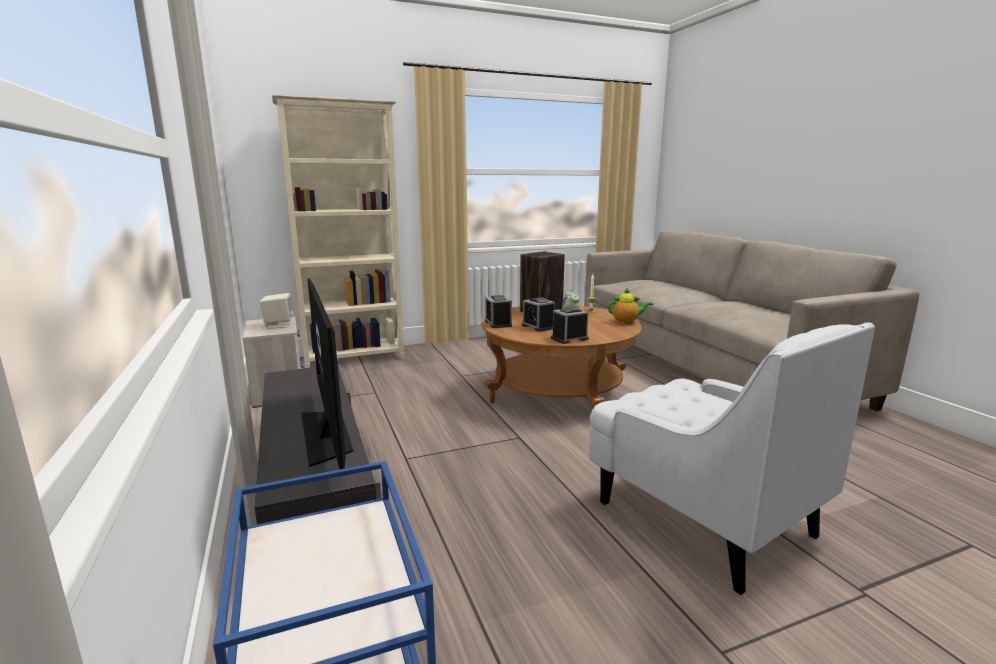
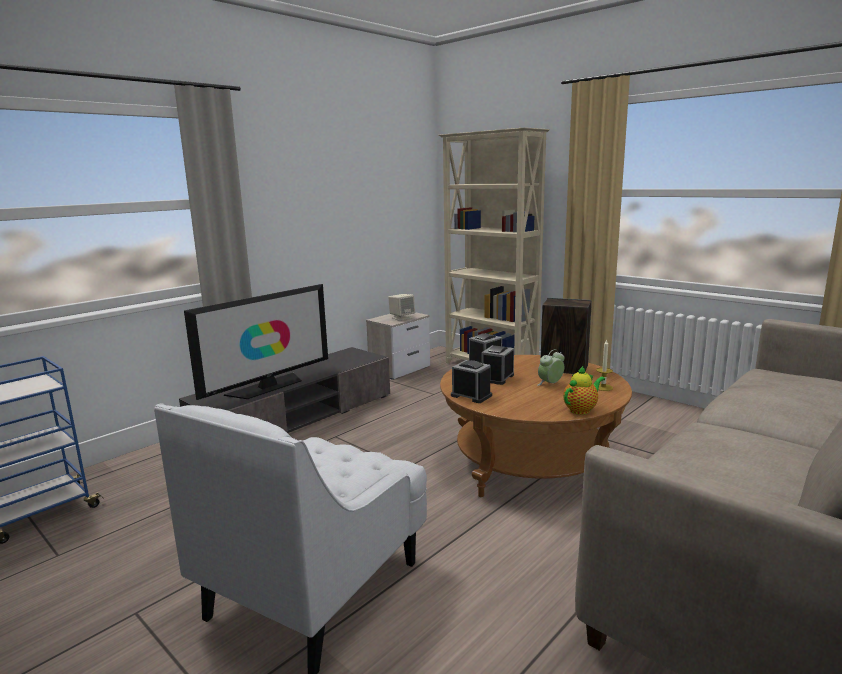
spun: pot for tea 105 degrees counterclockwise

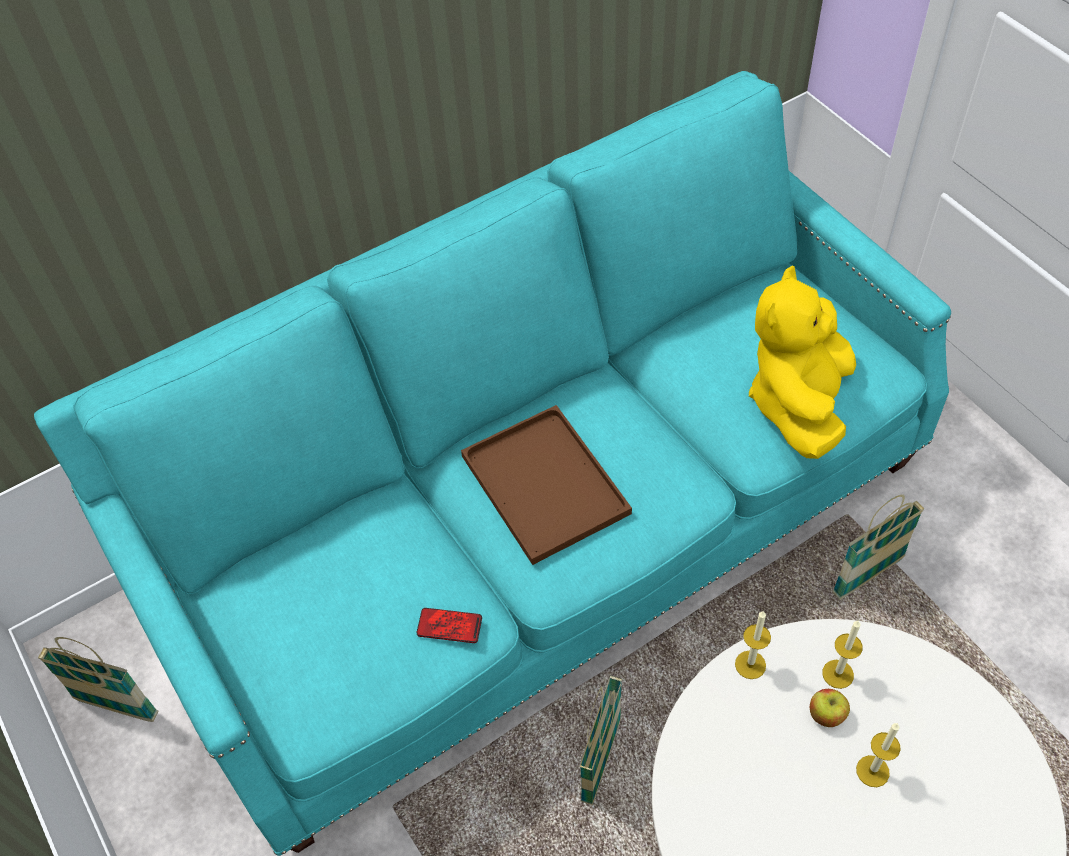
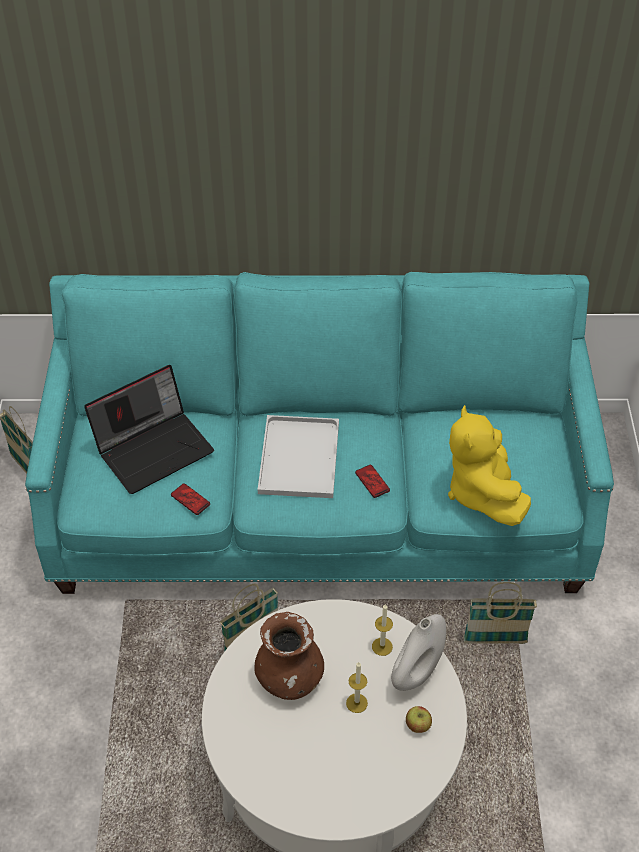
missing: candle (no. 1 from left)
appeared: notebook computer; brown vase; phone (no. 2 from left); whitish vase
relocated: apple fruit
colour: brown tray to whitish tray
spun: yellowish plush toy 60 degrees counterclockwise

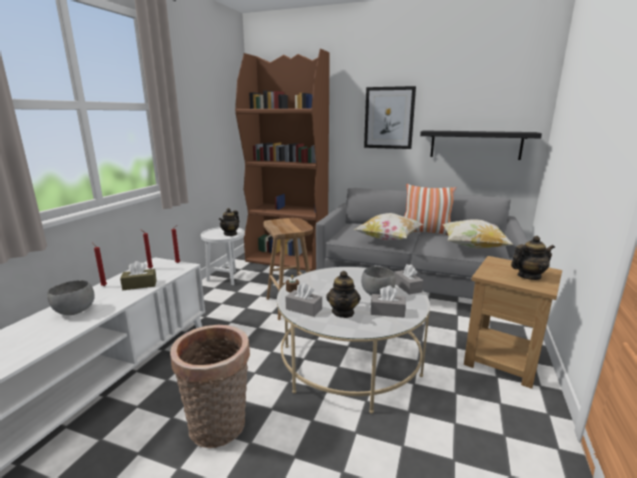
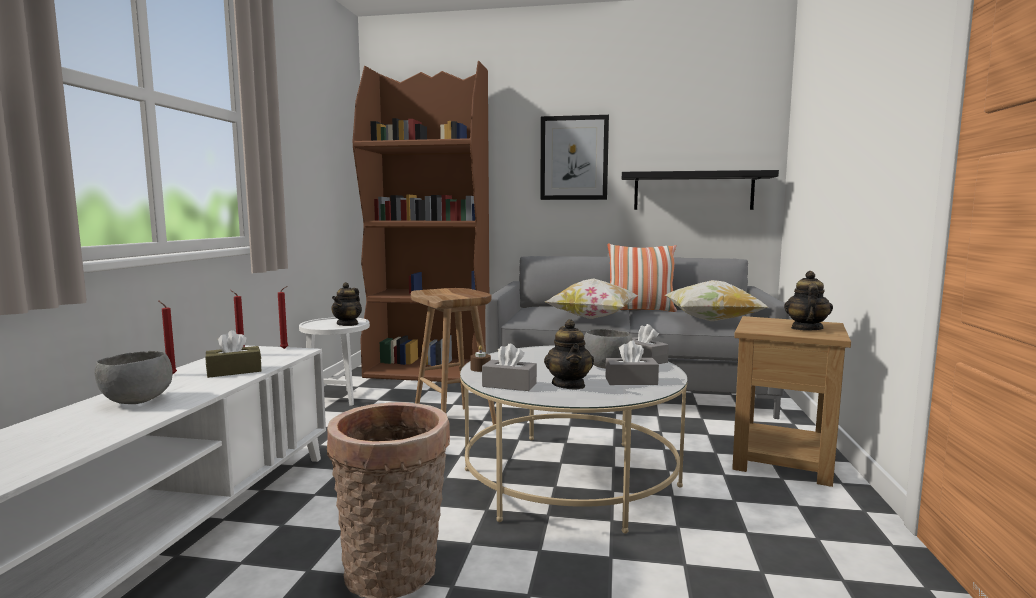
spun: pot for tea (no. 3 from left) 45 degrees counterclockwise

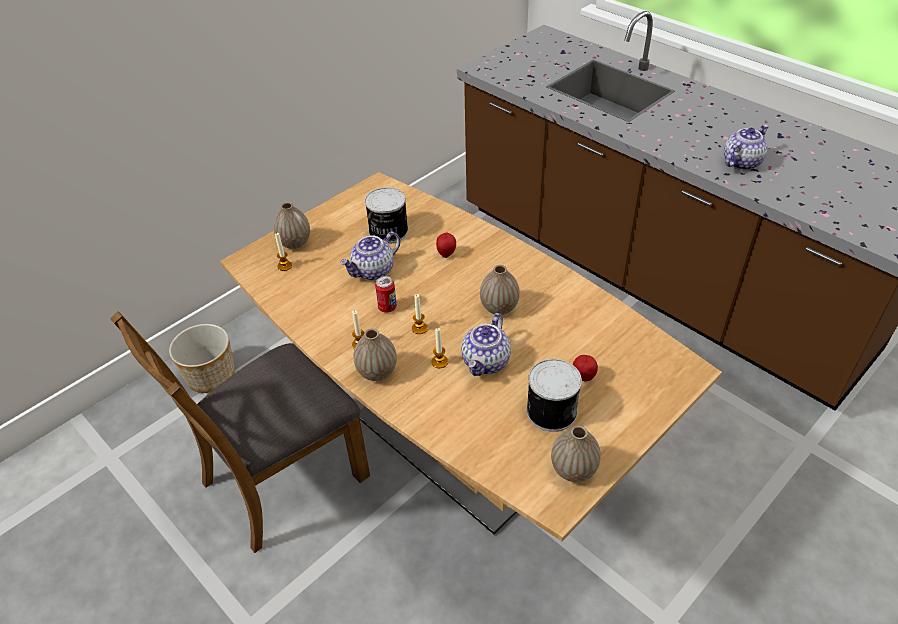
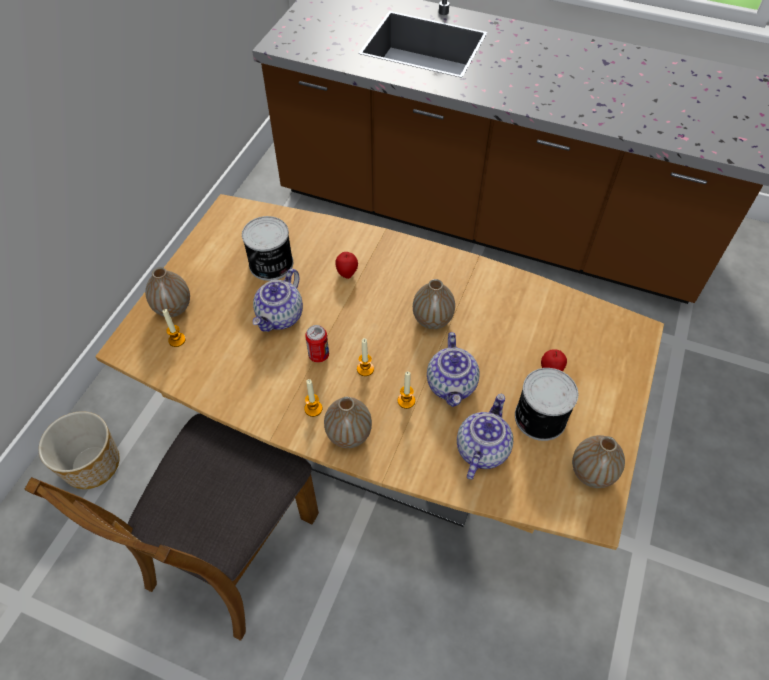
relocated: pot for tea (no. 3 from left)

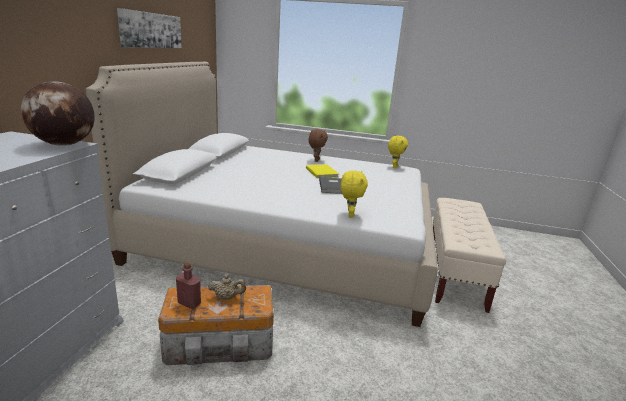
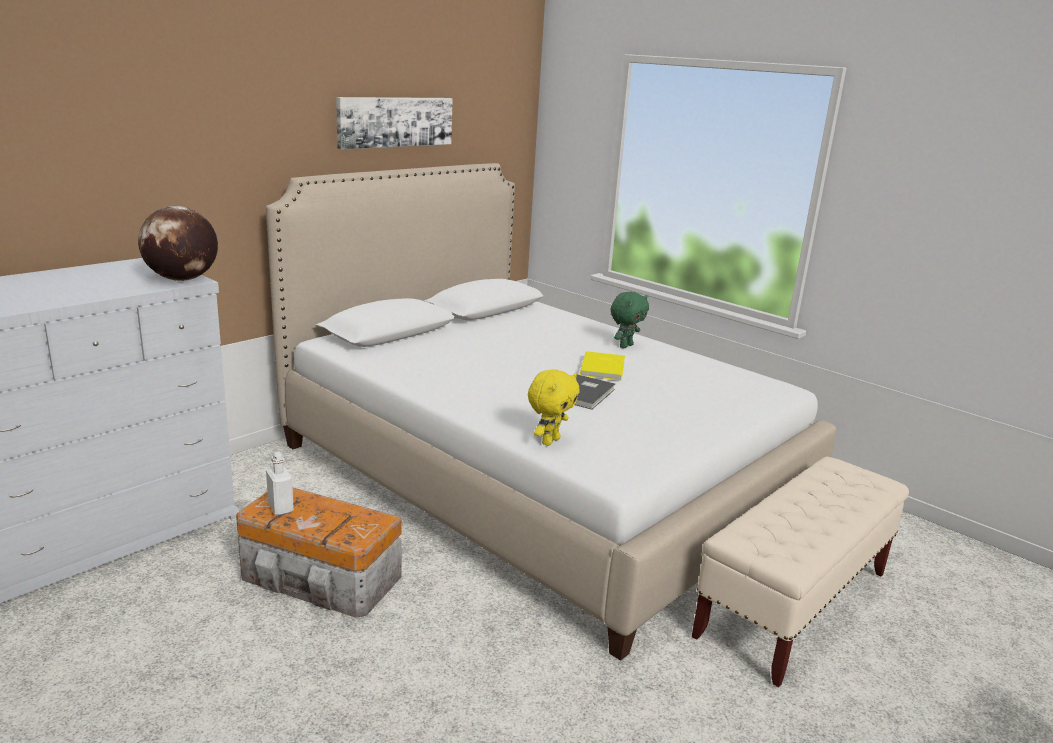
missing: beige-coloured pot for tea; yellowish plush toy (no. 2 from left)
colour: red-coloured drink bottle to whitish drink bottle; brown plush toy to green plush toy

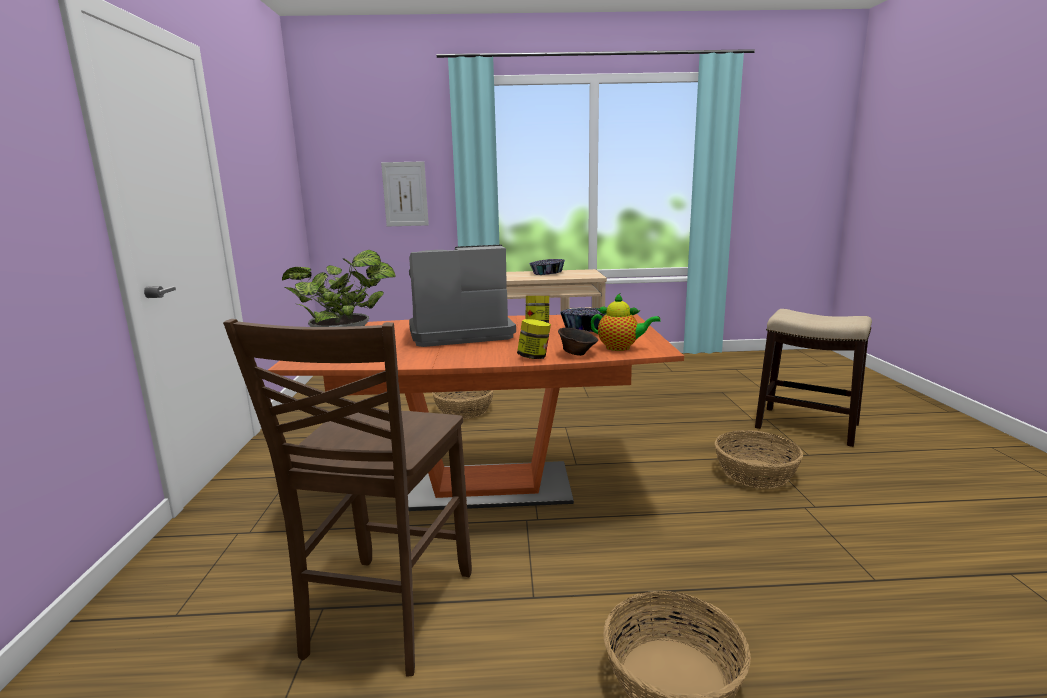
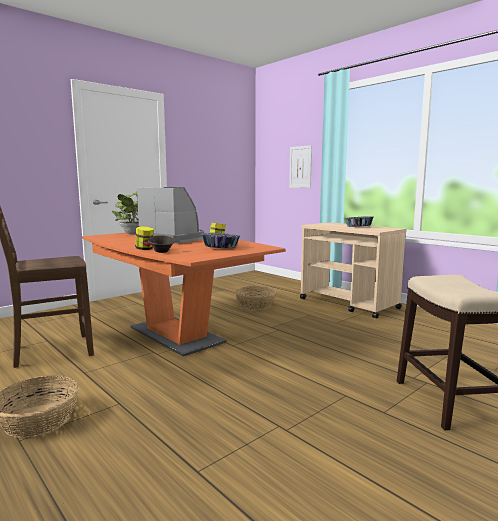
missing: pot for tea; household basket (no. 3 from left)

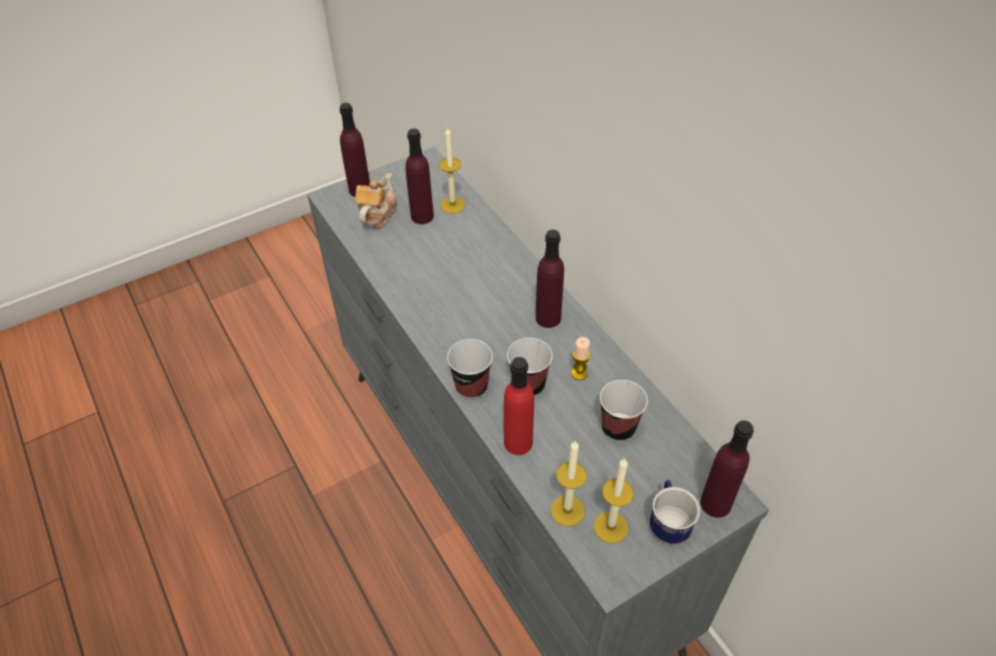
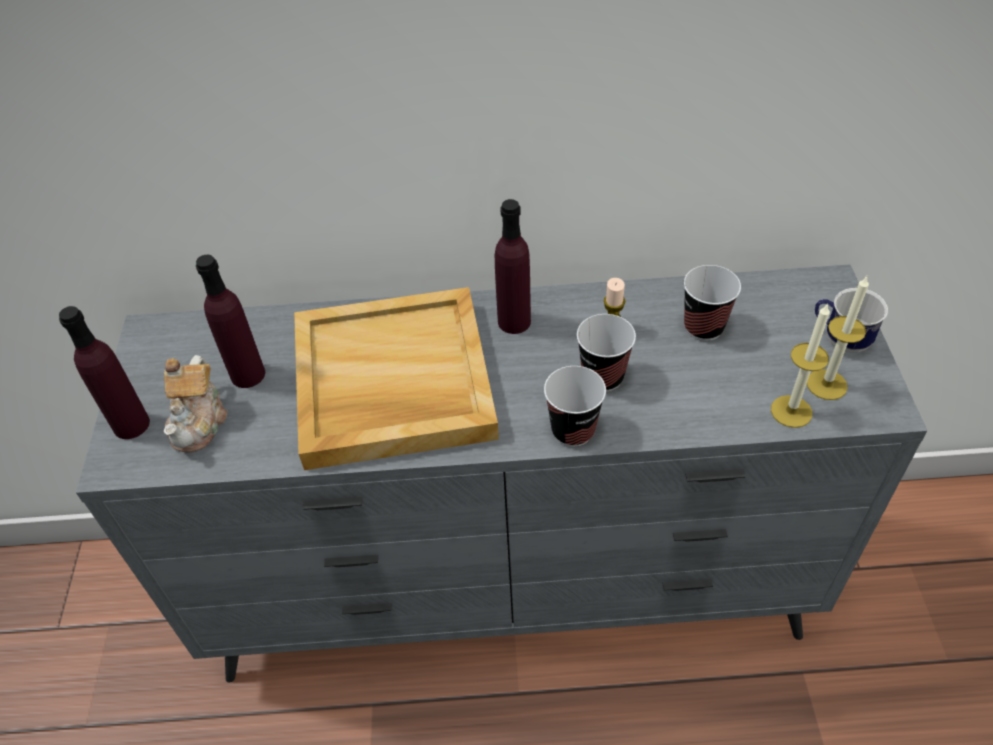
missing: candle (no. 1 from left); red-coloured drink bottle; purple drink bottle (no. 4 from left)
appeared: beige-coloured tray
spun: pot for tea 135 degrees counterclockwise

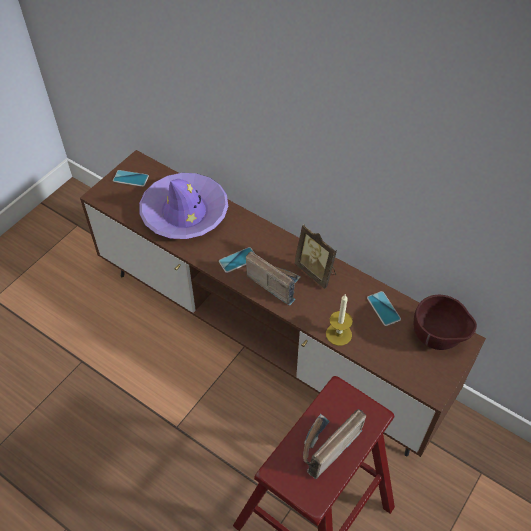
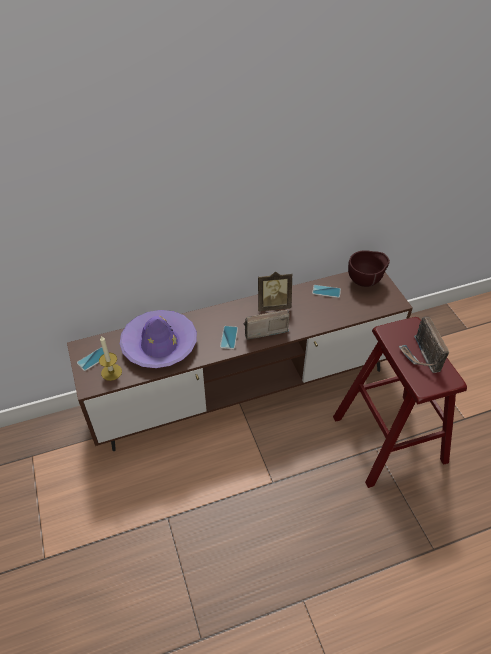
relocated: candle

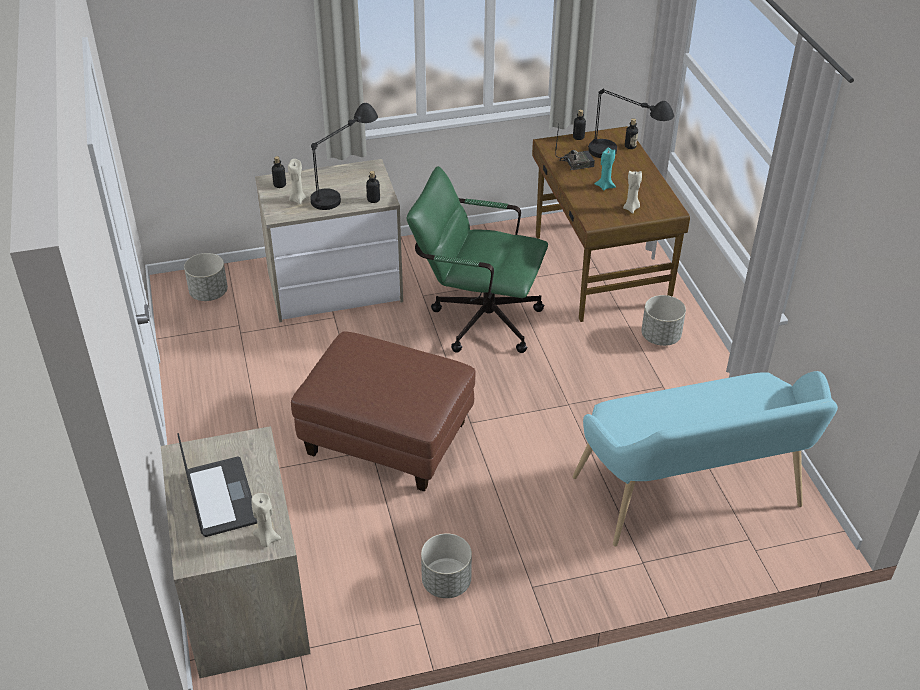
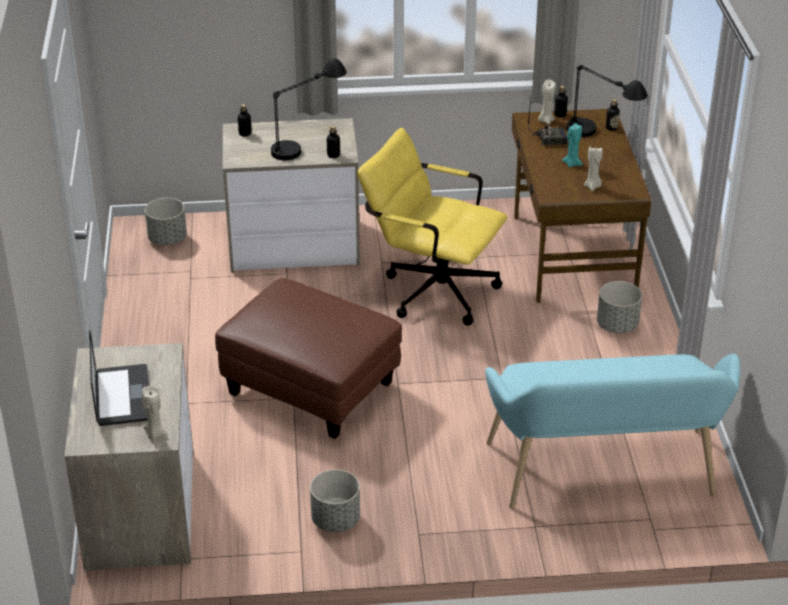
relocated: beige-coloured candle (no. 2 from left)
colour: green desk chair to yellowish desk chair

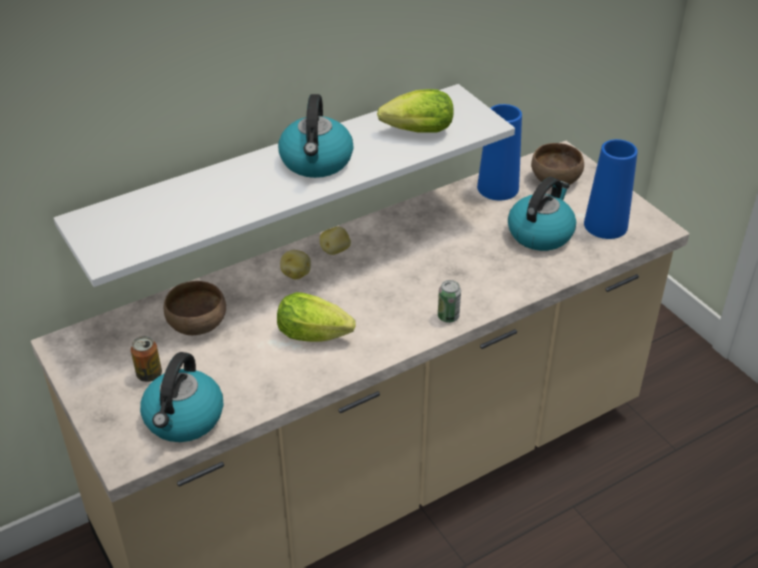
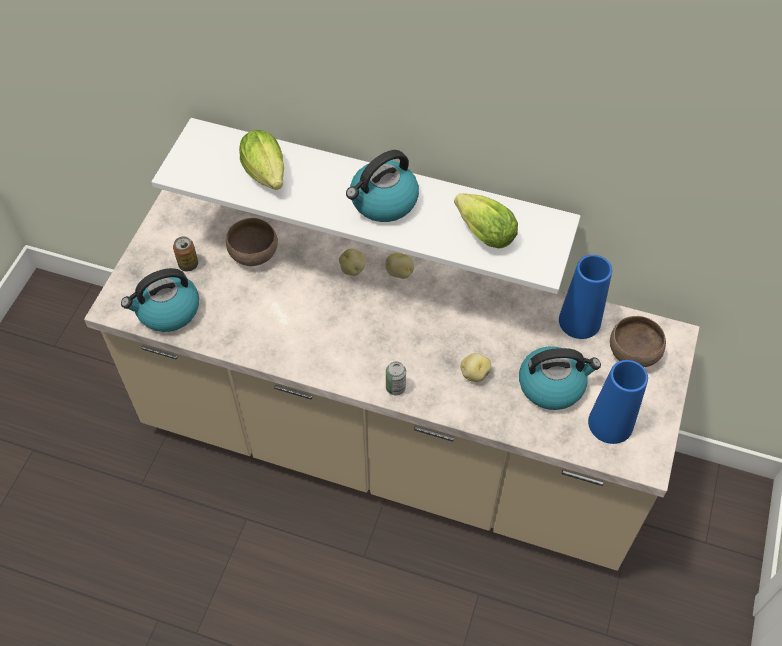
appeared: whole potato (no. 3 from left)
relocated: head of lettuce (no. 1 from left)

